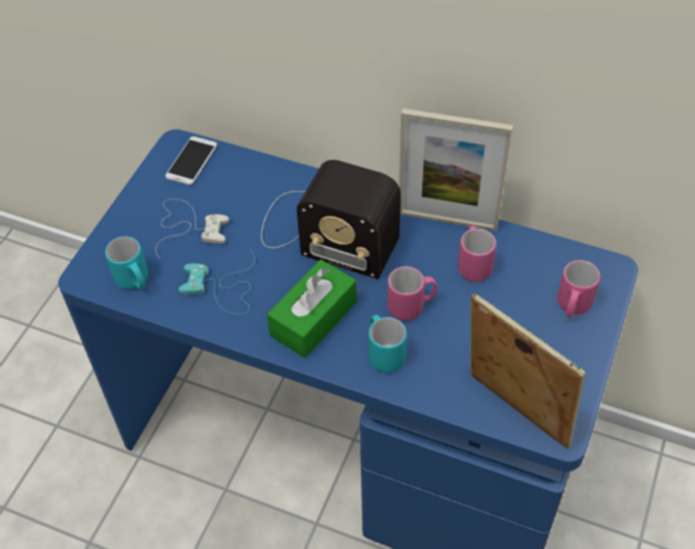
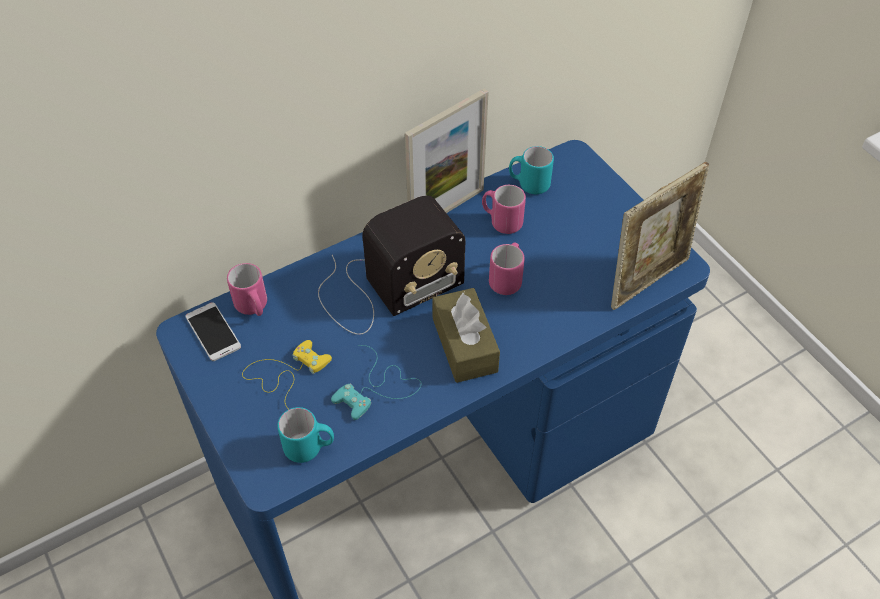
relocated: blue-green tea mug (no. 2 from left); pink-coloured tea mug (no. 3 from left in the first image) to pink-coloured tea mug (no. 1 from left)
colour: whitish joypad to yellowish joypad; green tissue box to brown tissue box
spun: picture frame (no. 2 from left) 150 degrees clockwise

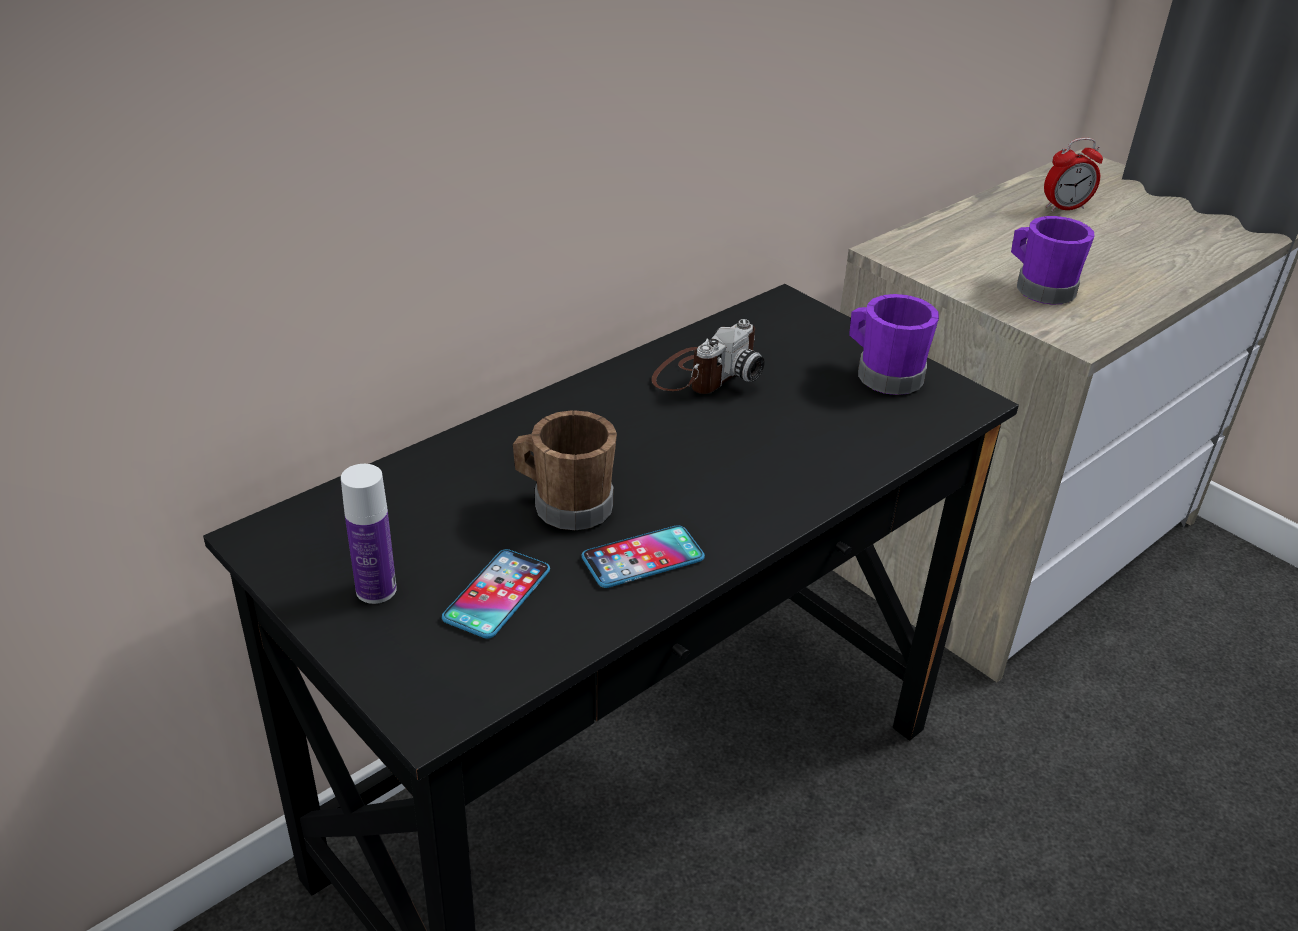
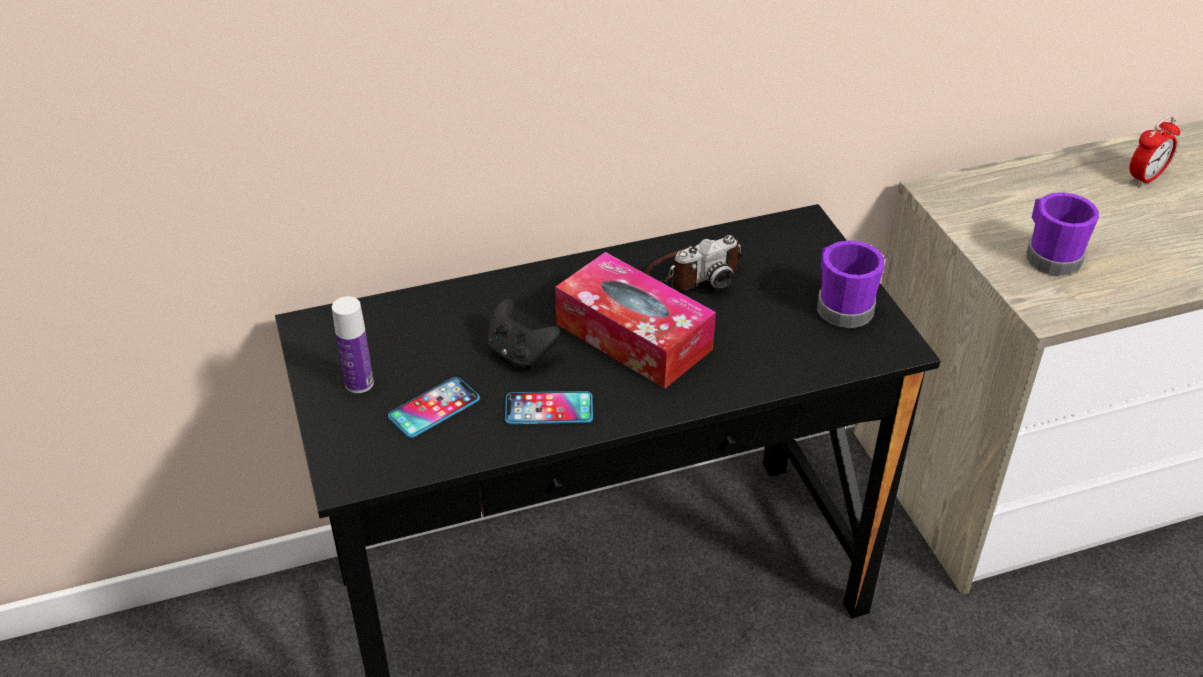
appeared: tissue box
exchanged: brown tea mug to black-coloured joypad
spun: alarm clock 45 degrees counterclockwise

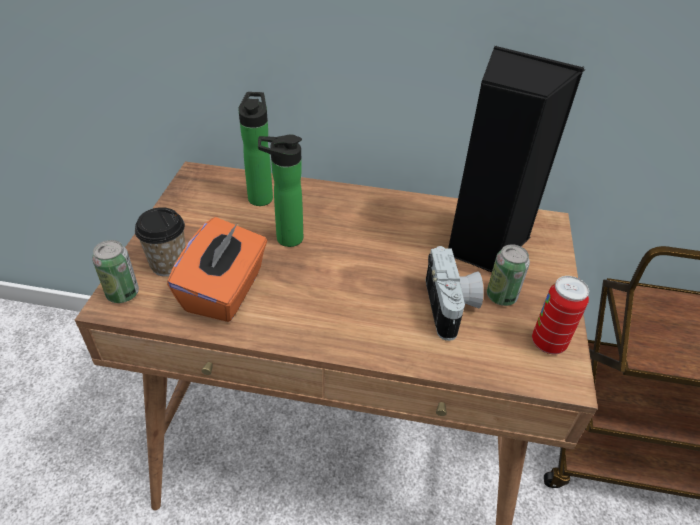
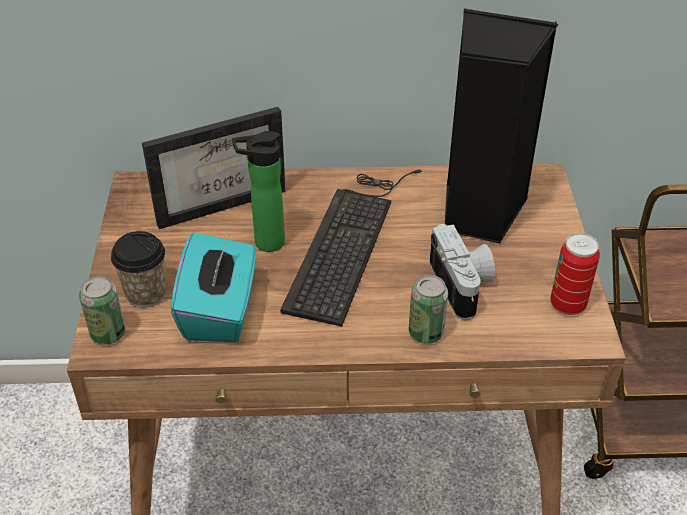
appeared: keyboard
relocated: sealed can (no. 2 from left)
exchanged: drink bottle (no. 1 from left) to picture frame
colour: orange tissue box to blue-green tissue box

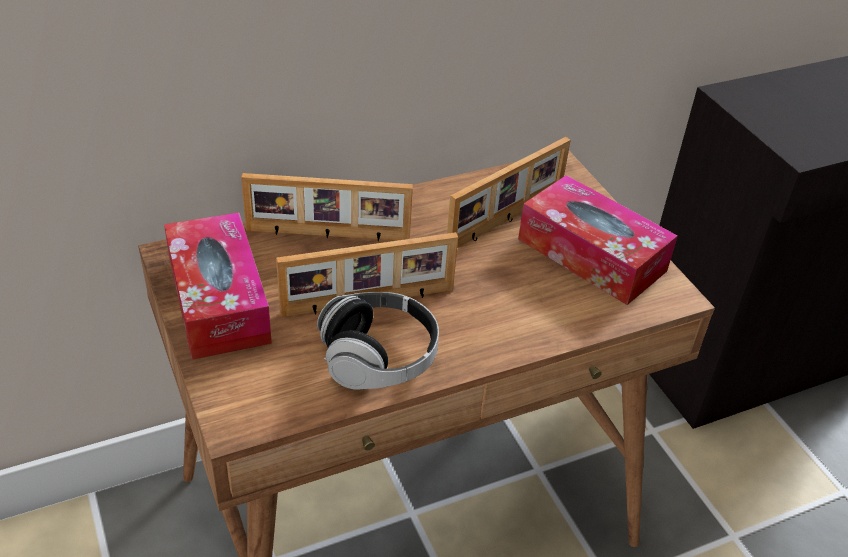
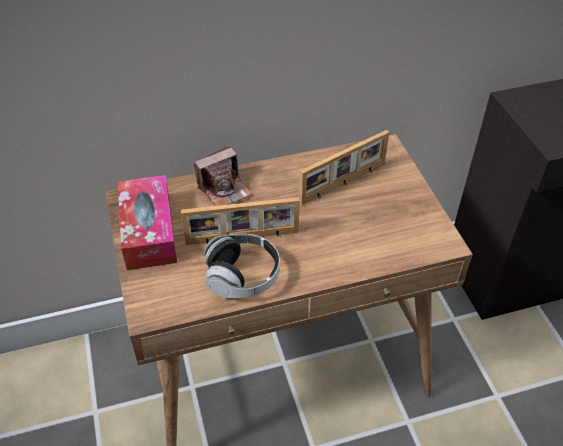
missing: tissue box (no. 2 from left)
exchanged: picture frame (no. 1 from left) to photo camera

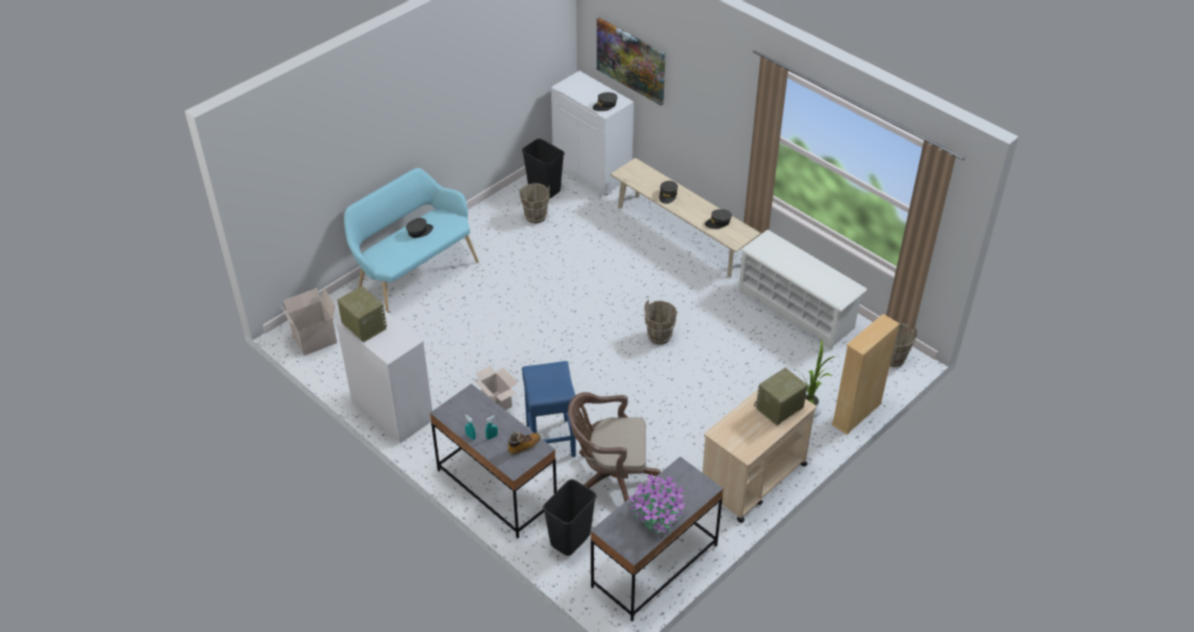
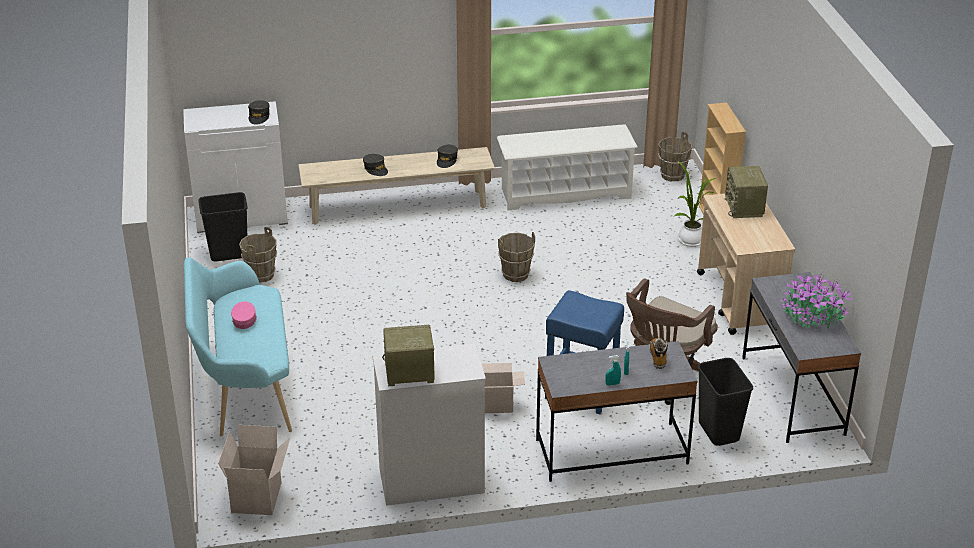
missing: wall art
colour: grey peaked cap (no. 1 from left) to pink-coloured peaked cap

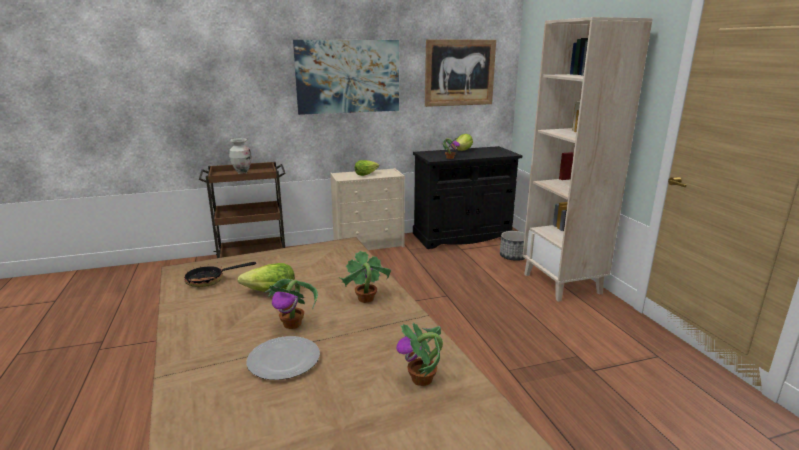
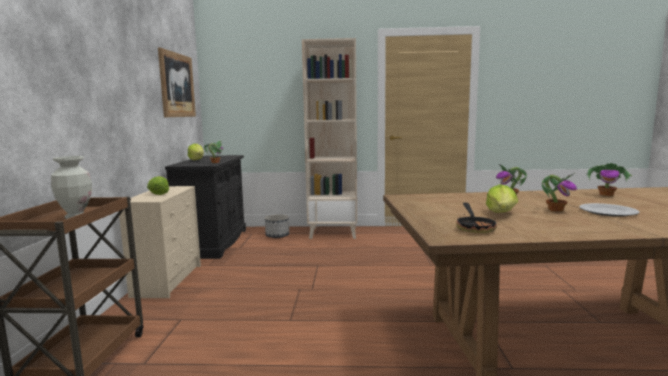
missing: wall art (no. 1 from left)

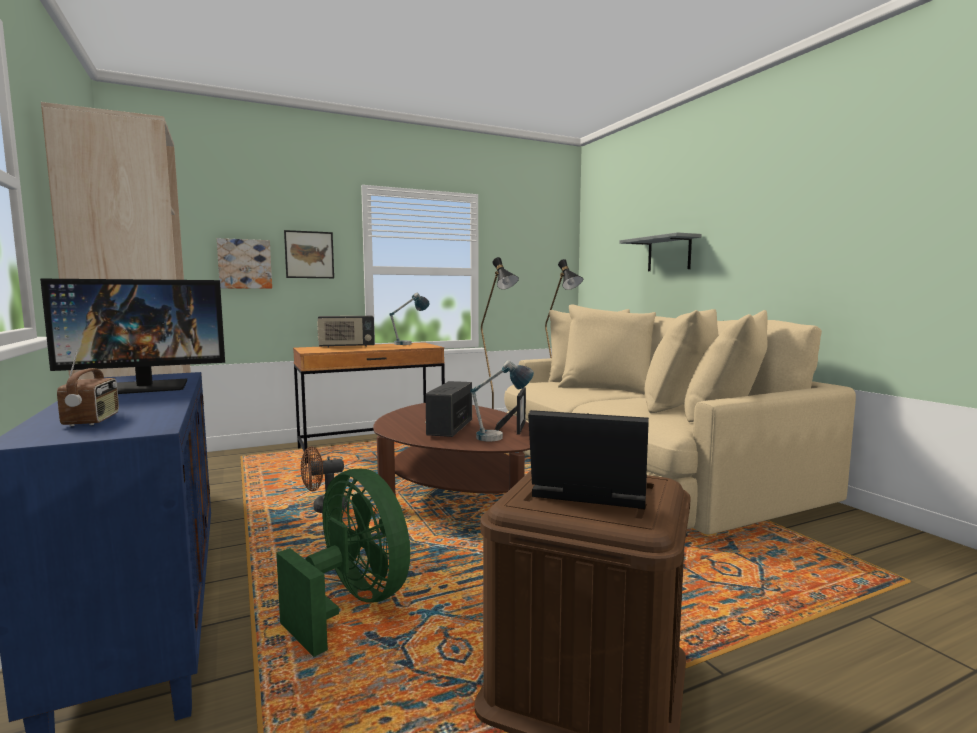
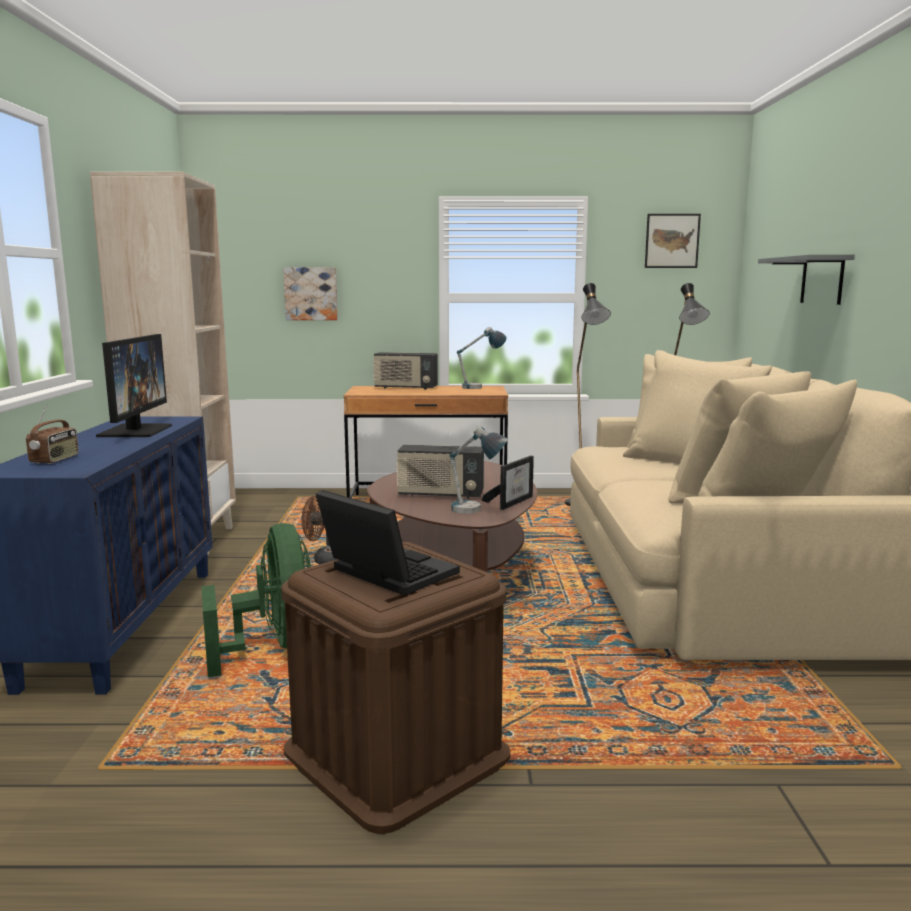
relocated: wall art (no. 2 from left)
spun: computer display 90 degrees counterclockwise; radio set (no. 3 from left) 120 degrees counterclockwise

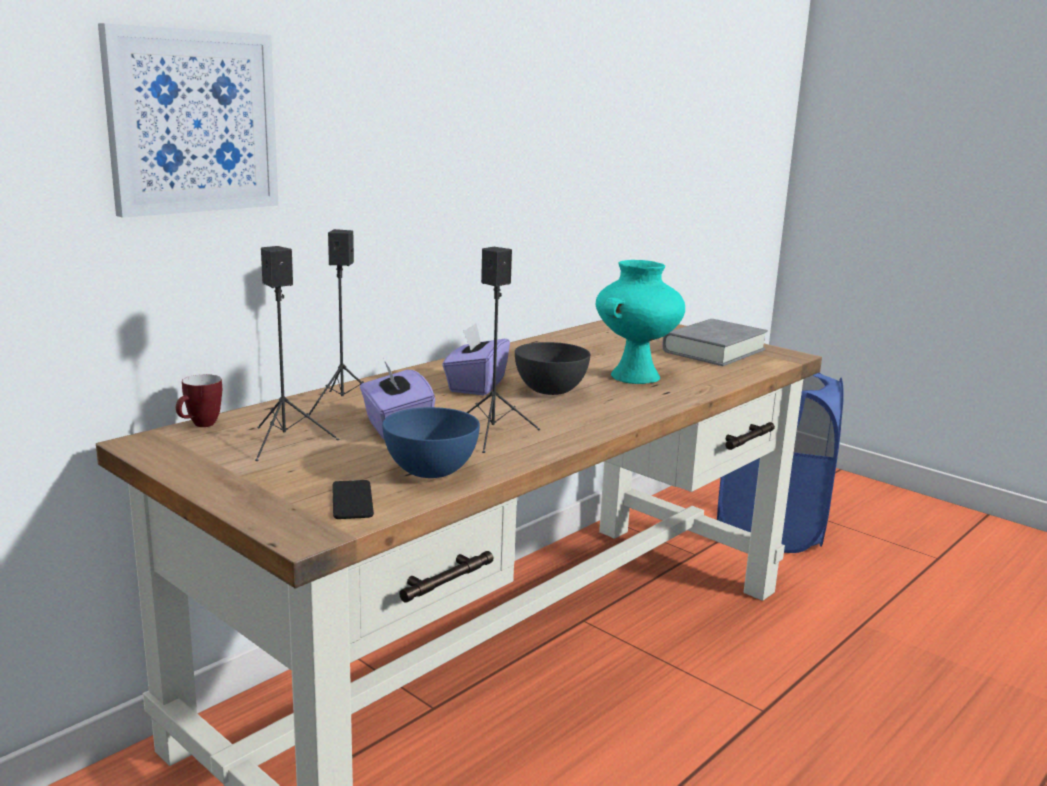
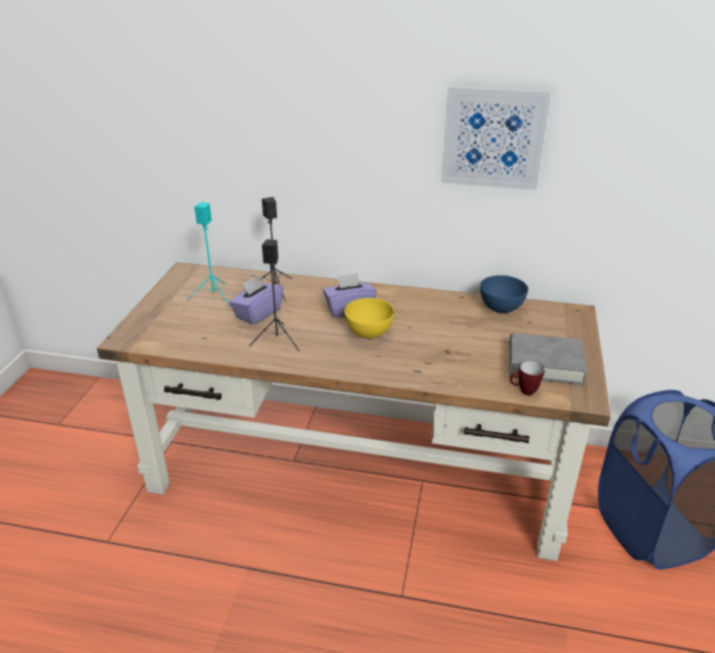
missing: phone; blue-green vase
relocated: wall art; tea mug; blue-coloured bowl
colour: black-coloured loudspeaker (no. 1 from left) to blue-green loudspeaker; grey bowl to yellowish bowl

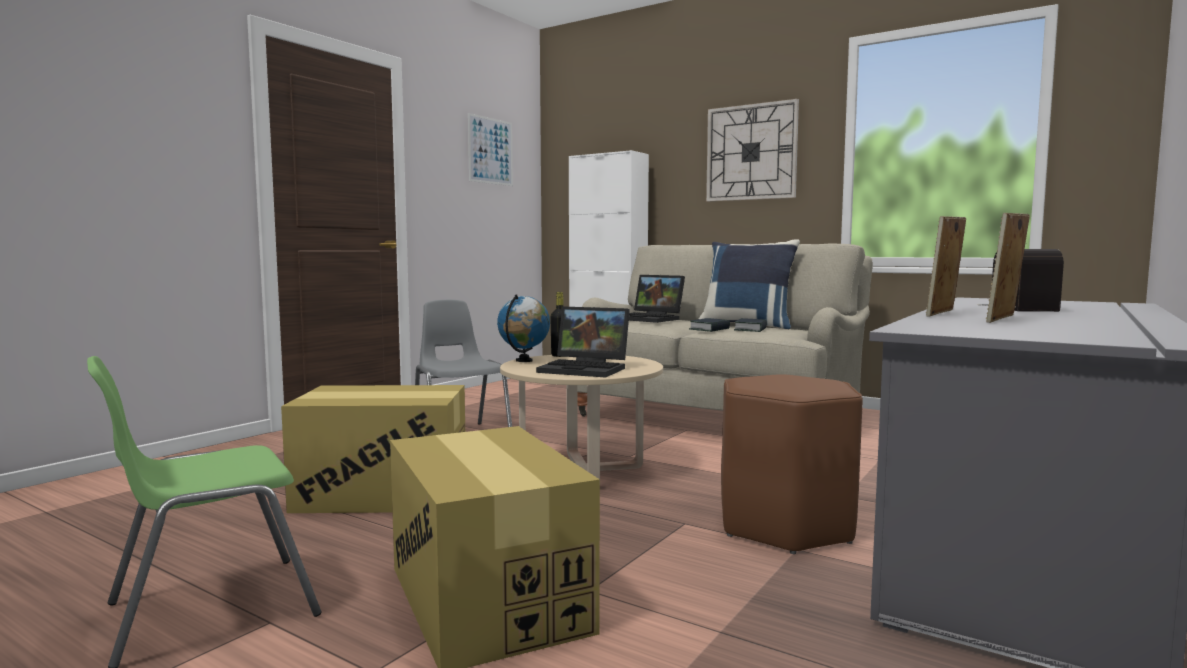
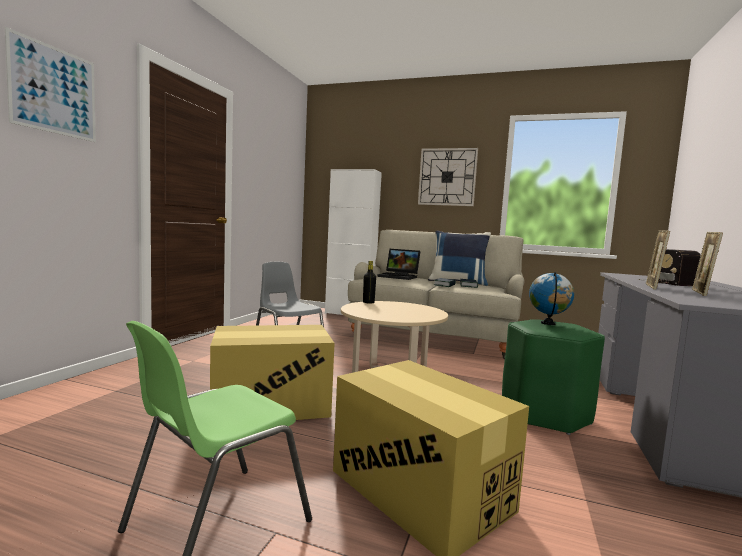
missing: notebook computer (no. 1 from left)
relocated: wall art; world globe
colour: brown stool seat to green stool seat

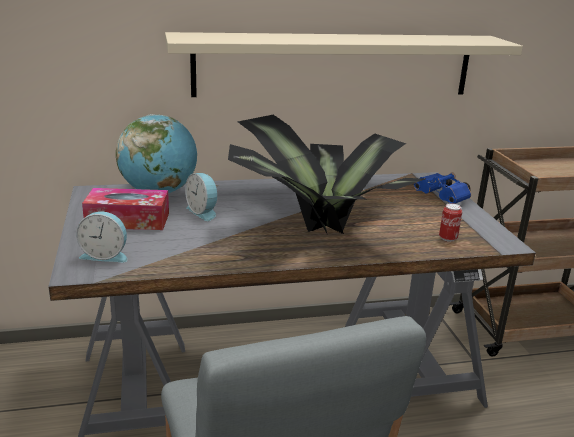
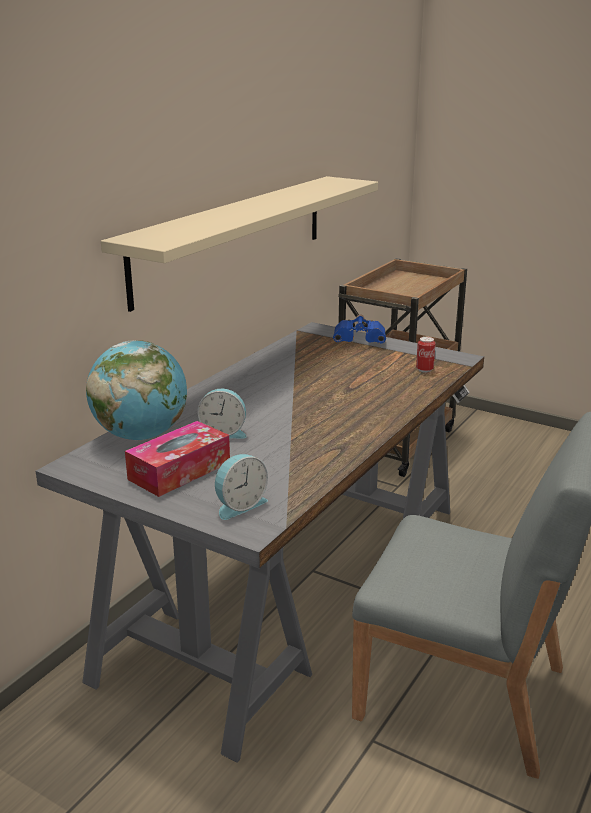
missing: houseplant

